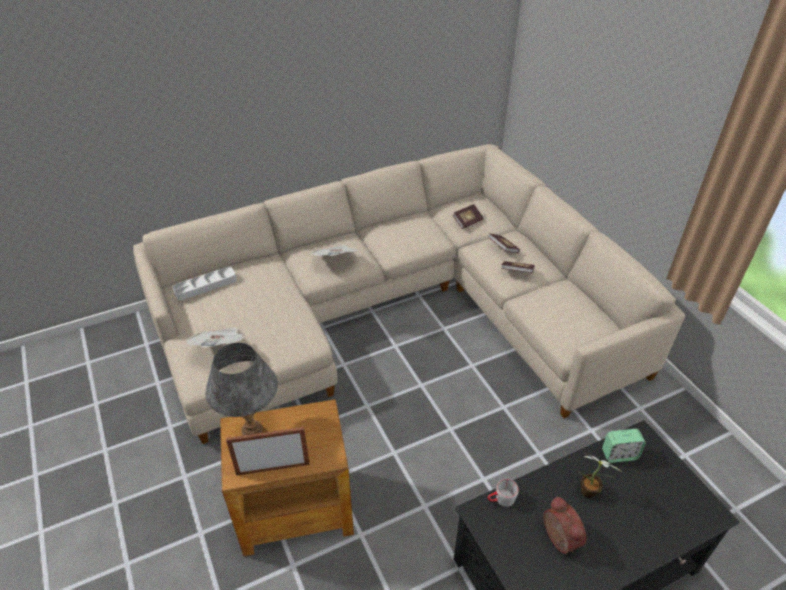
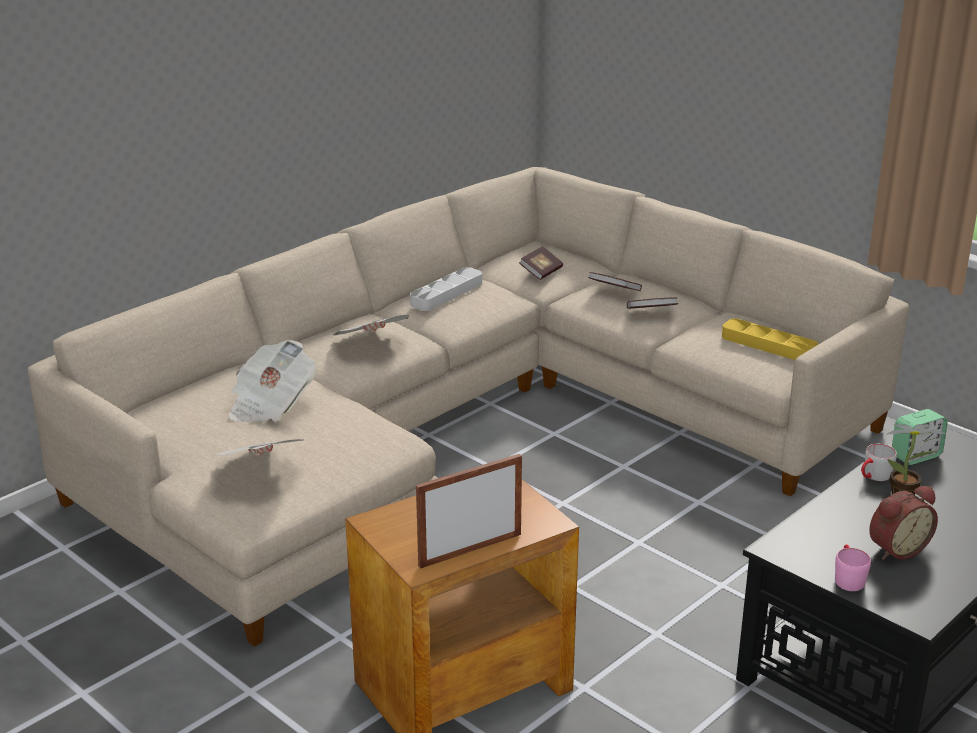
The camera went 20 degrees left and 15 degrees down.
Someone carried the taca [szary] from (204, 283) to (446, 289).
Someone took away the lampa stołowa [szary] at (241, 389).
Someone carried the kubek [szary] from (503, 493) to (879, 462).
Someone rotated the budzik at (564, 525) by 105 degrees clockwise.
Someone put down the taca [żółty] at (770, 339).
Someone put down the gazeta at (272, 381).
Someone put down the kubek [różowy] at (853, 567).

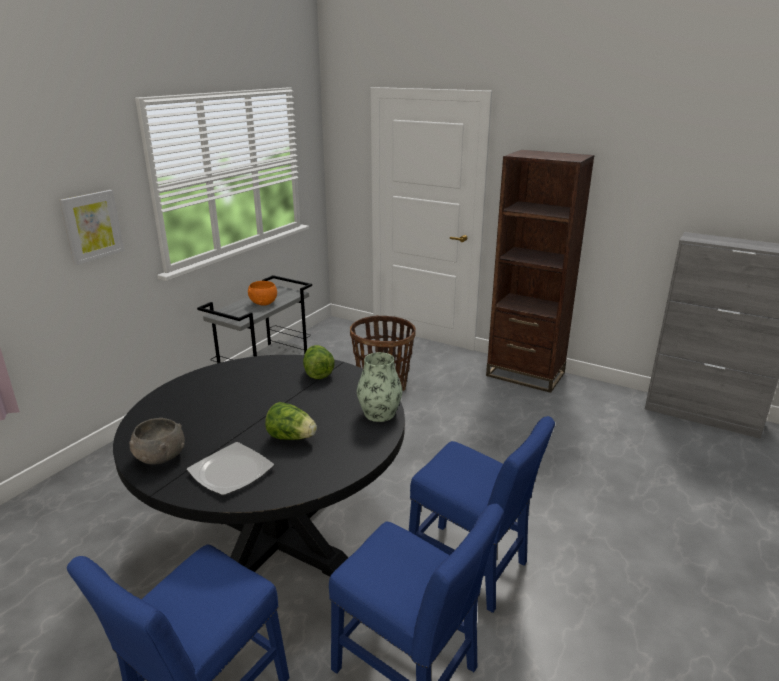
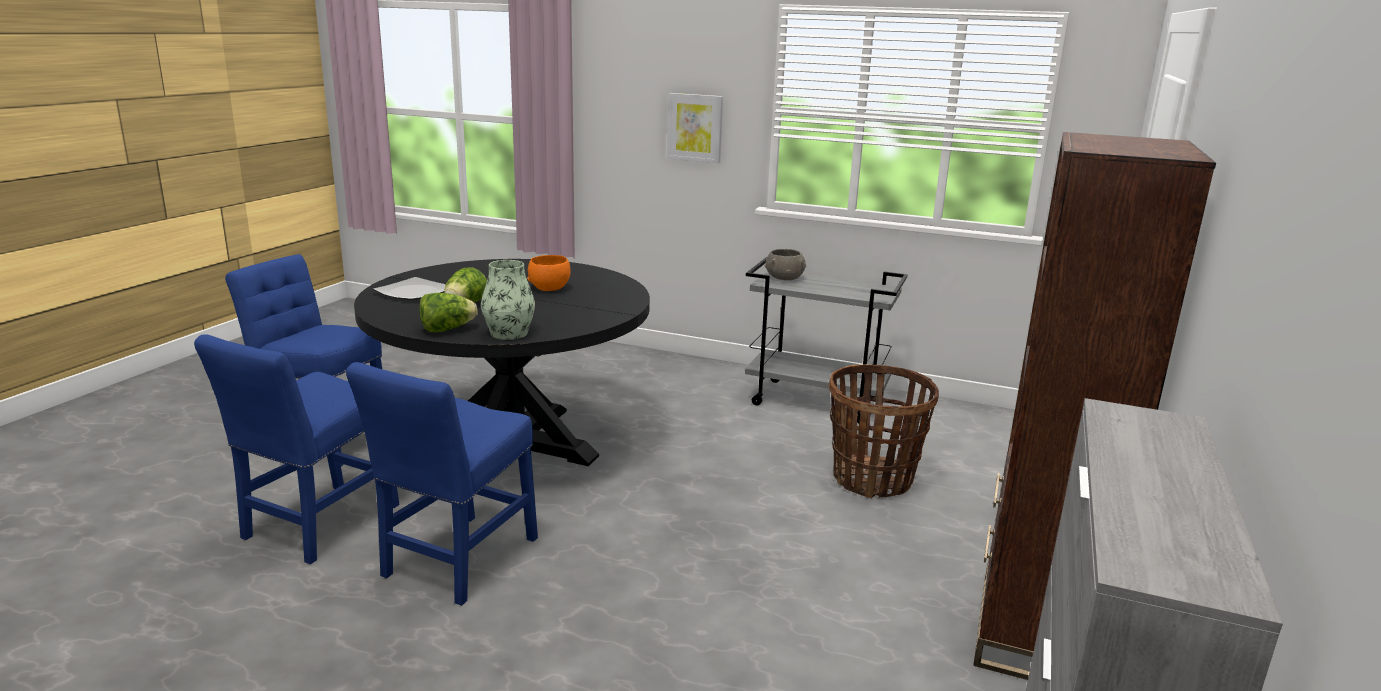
The camera went 80 degrees right and 5 degrees down.
Someone carried the miska [pomarańczowy] from (262, 293) to (549, 273).
Someone carried the sałata from (319, 362) to (448, 312).
Someone carried the miska [szary] from (157, 441) to (785, 264).

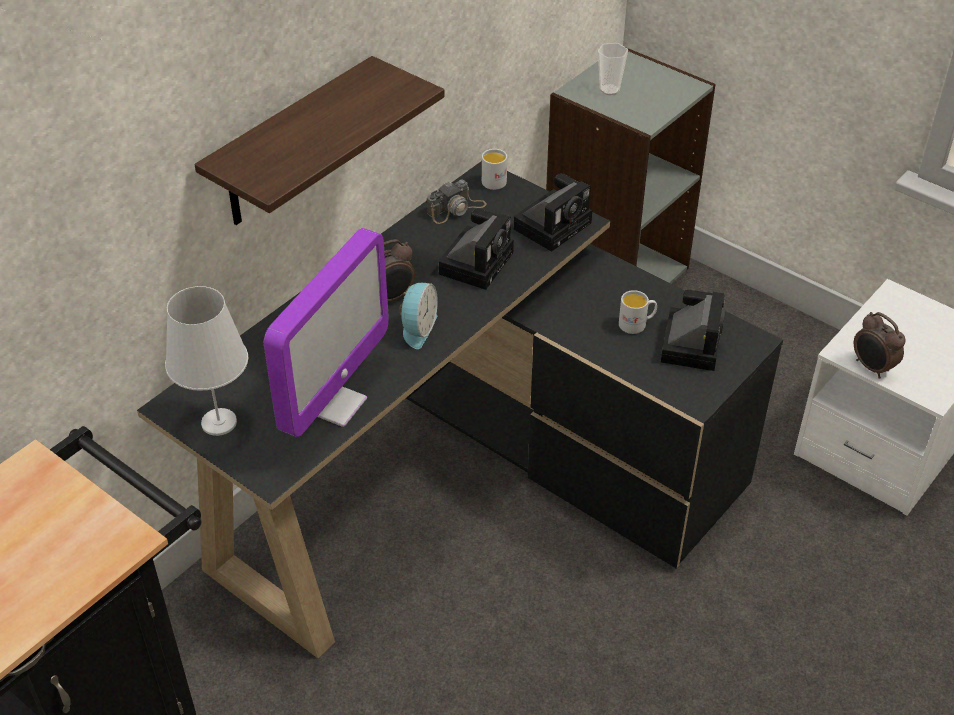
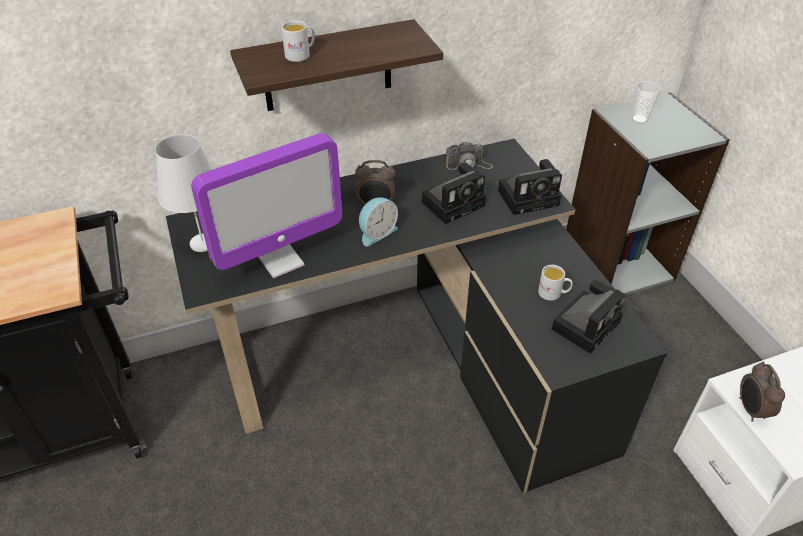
The camera went 30 degrees right and 0 degrees up.
Someone carried the kubek [biały] from (494, 169) to (298, 41).

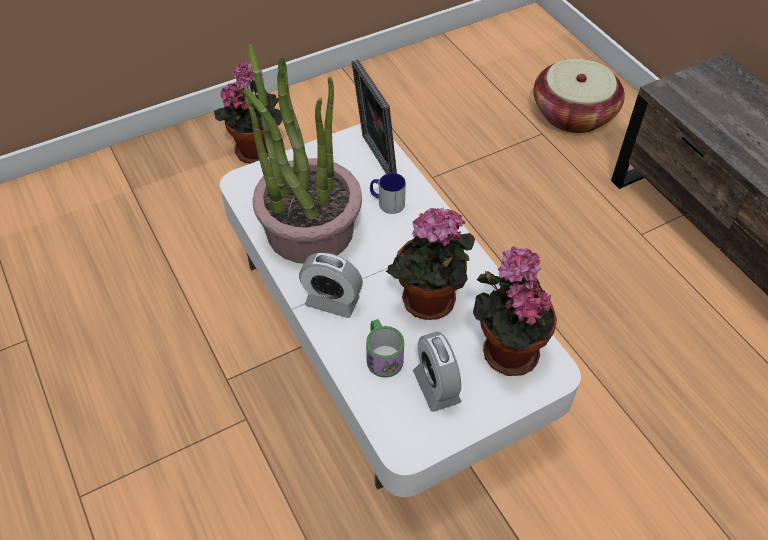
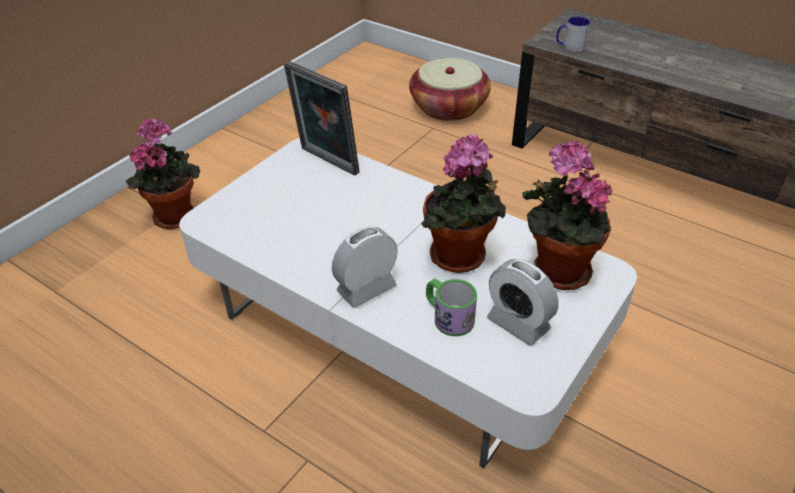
The camera went 25 degrees left and 10 degrees down.
Someone took away the roślina doniczkowa at (302, 153).
Someone carried the kubek from (388, 193) to (573, 34).
Someone rotated the budzik at (331, 285) by 150 degrees clockwise.

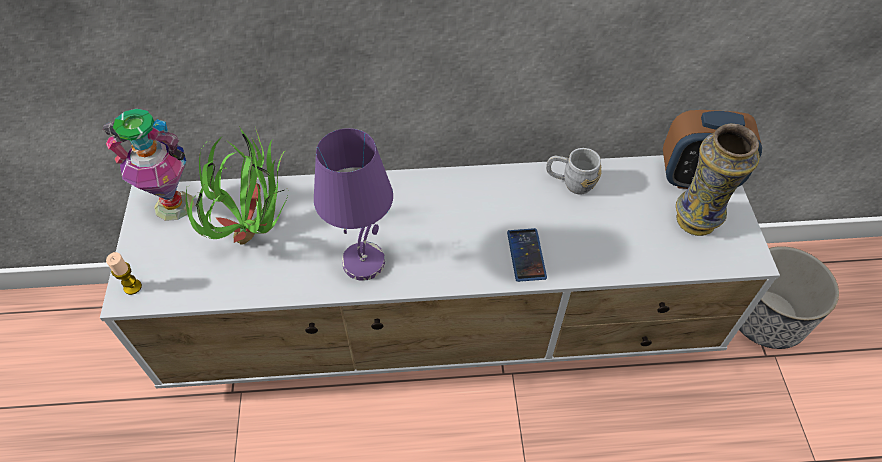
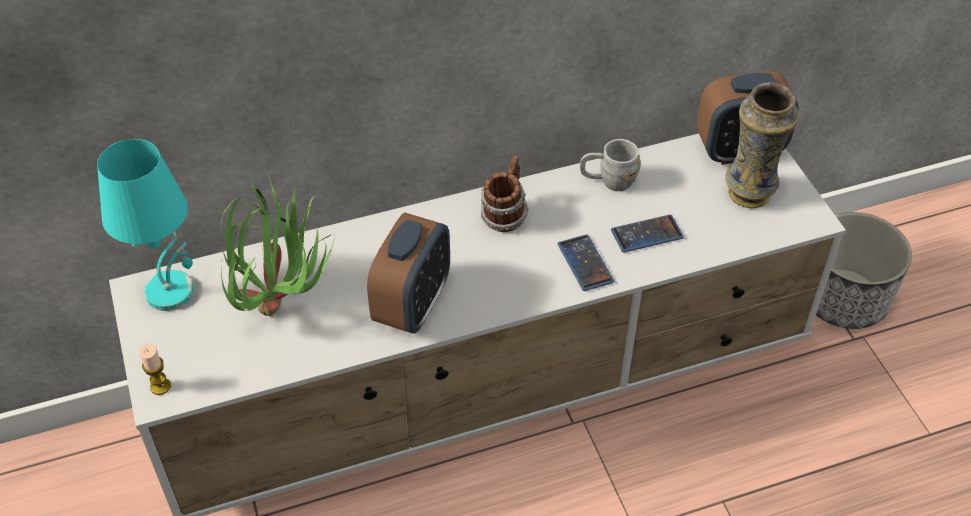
The camera went 15 degrees left and 5 degrees down.
Someone swapped the wazon at (148, 165) for the lampa stołowa [turkusowy] at (145, 225).
Someone swapped the lampa stołowa [fioletowy] at (353, 204) for the budzik at (408, 273).
Someone put down the kubek at (505, 193).
Someone put down the telefon at (647, 234).

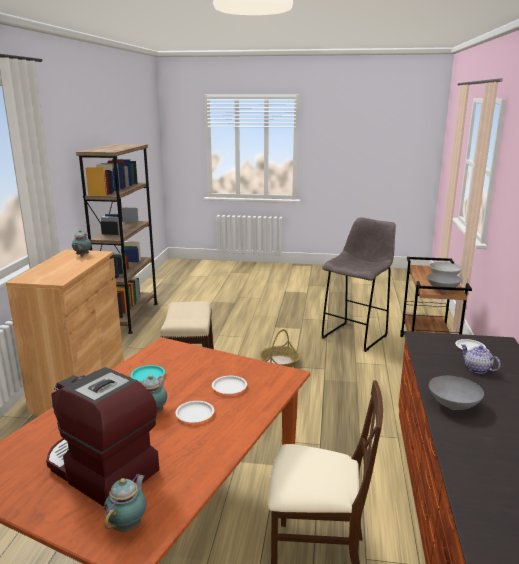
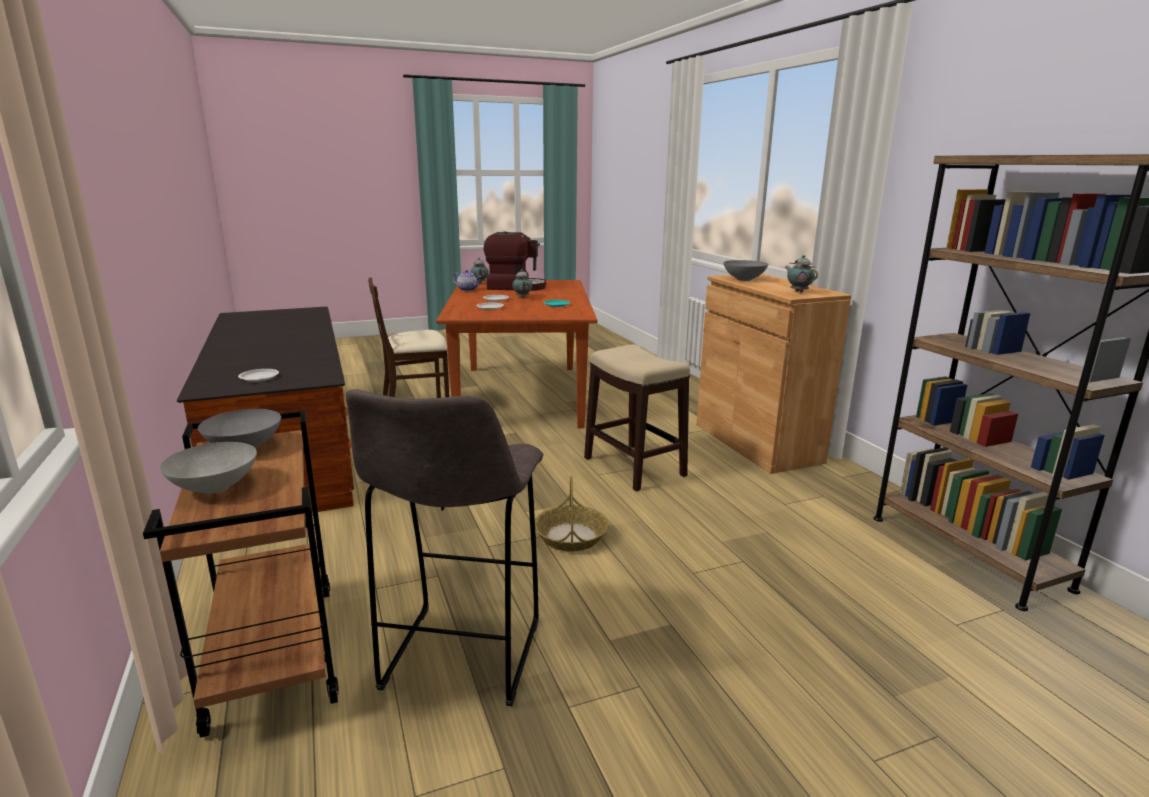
The camera went 150 degrees right and 0 degrees up.
Someone carried the imbryk from (480, 359) to (467, 280).
Someone carried the miska [szary] from (456, 393) to (746, 270).

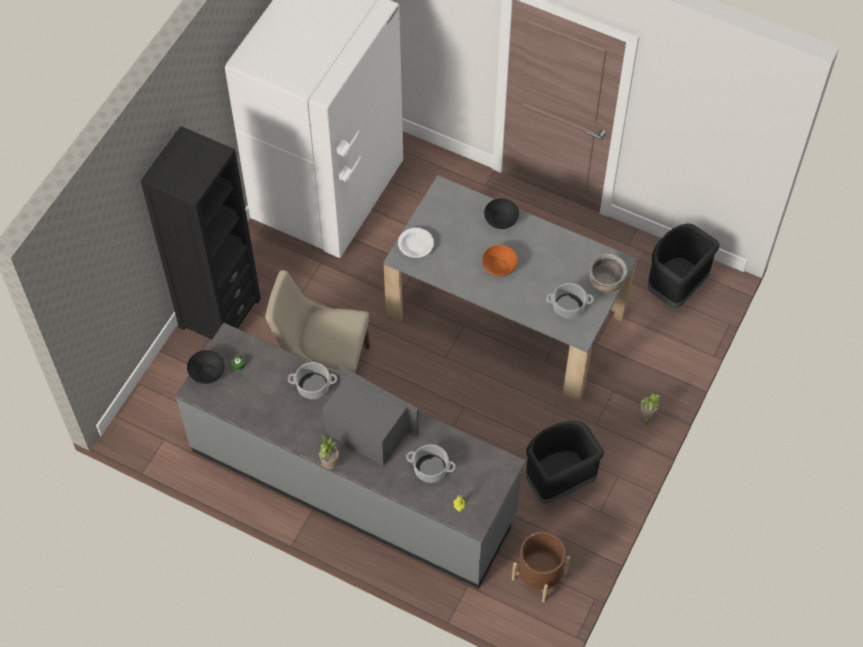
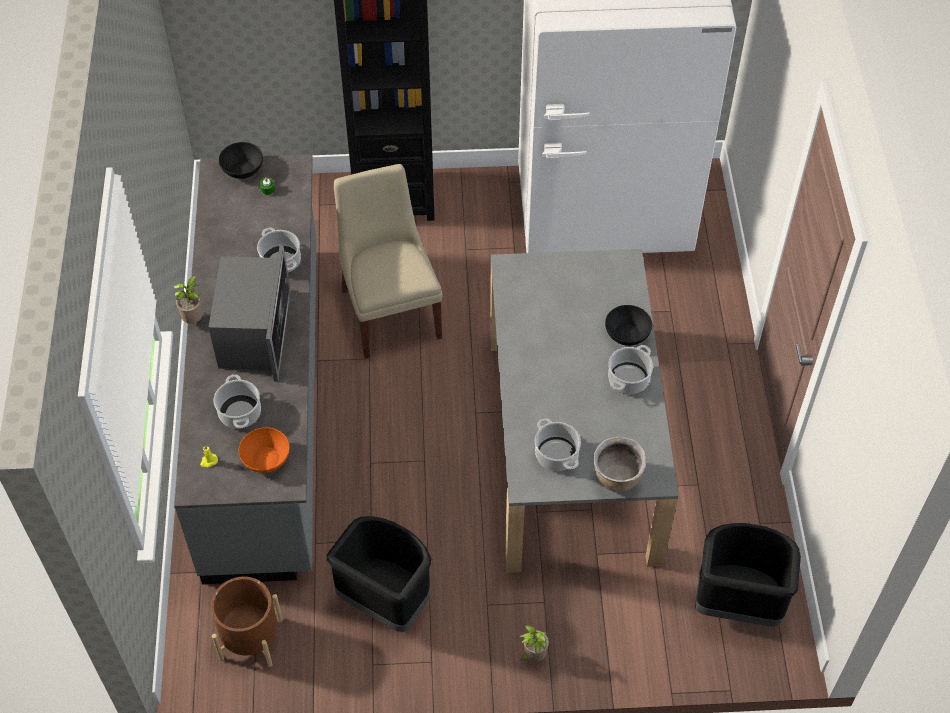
The camera went 60 degrees right and 5 degrees down.
Someone took away the miska [biały] at (416, 243).
Someone carried the miska [pomarańczowy] from (500, 260) to (264, 450).
Someone put down the garnek at (630, 369).

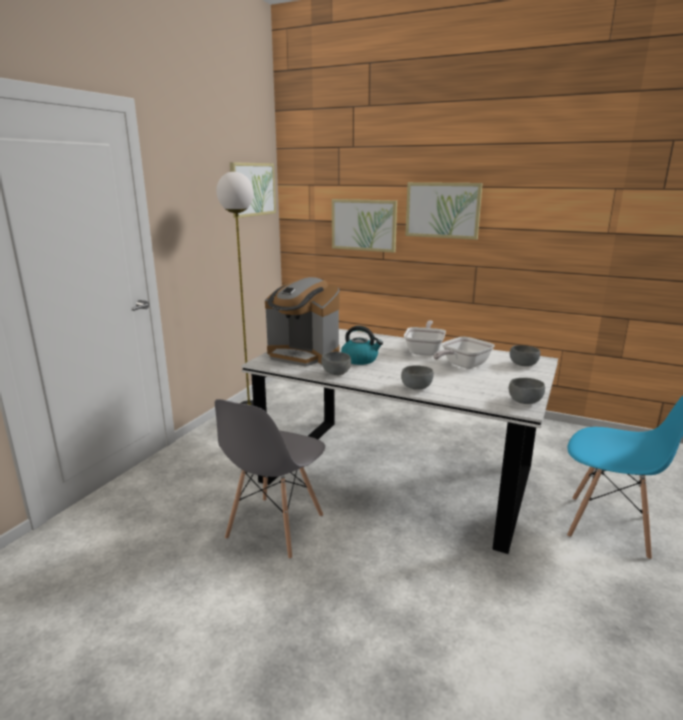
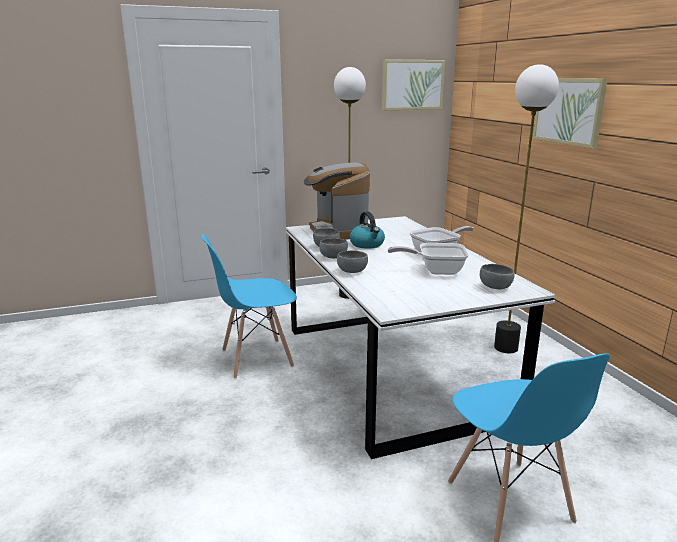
The camera went 45 degrees right and 0 degrees up.
Someone took away the obraz at (364, 226).
Someone carried the miska [szary] from (527, 391) to (333, 248).
Someone repainted the krzesło [szary] at (270, 479), which became the krzesło [niebieski] at (249, 306).
Someone put down the lampa stojąca at (526, 208).

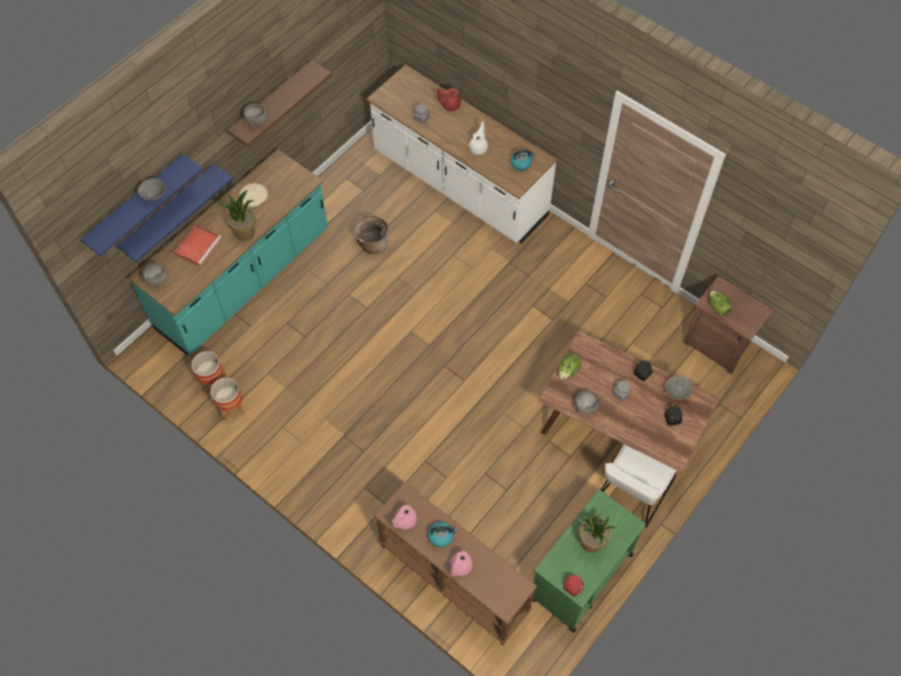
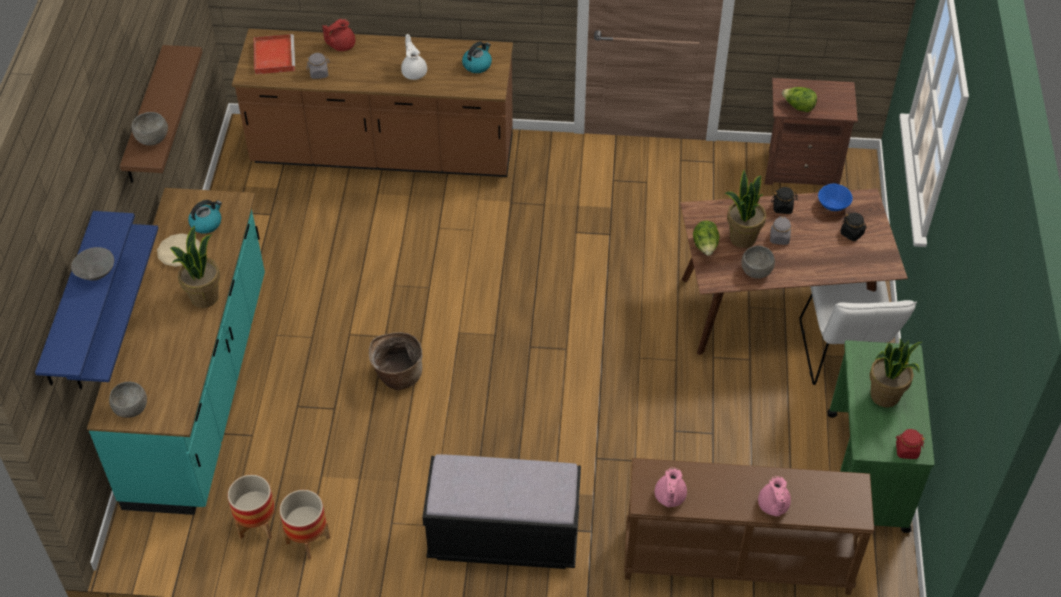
The camera went 35 degrees left and 10 degrees down.
Someone repainted the zabudowa kuchenna [biały] at (461, 154), which became the zabudowa kuchenna [brązowy] at (372, 103).
Someone carried the koszyk from (371, 234) to (395, 361).
Someone carried the taca [czerwony] from (197, 245) to (274, 54).
Someone repainted the miska [szary] at (679, 388), which became the miska [niebieski] at (835, 197).
Someone carried the czajnik from (443, 534) to (205, 217).
Someone put down the roślina doniczkowa at (745, 208).
Someone put down the ławka [czarny] at (501, 511).

